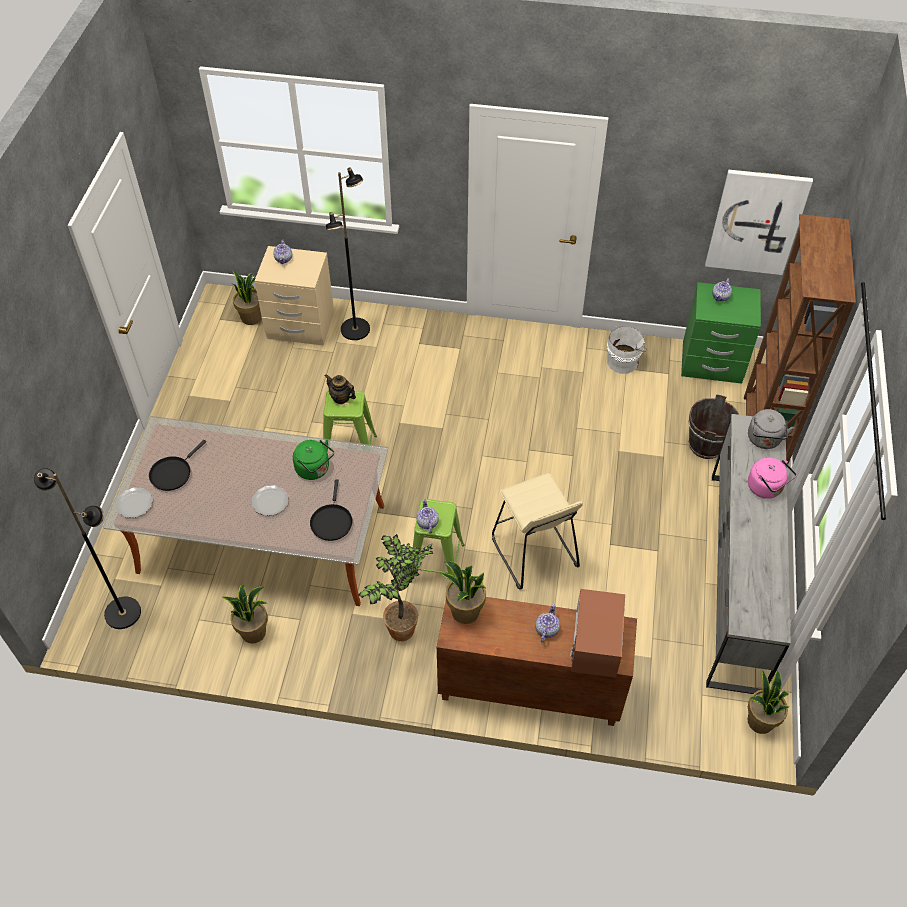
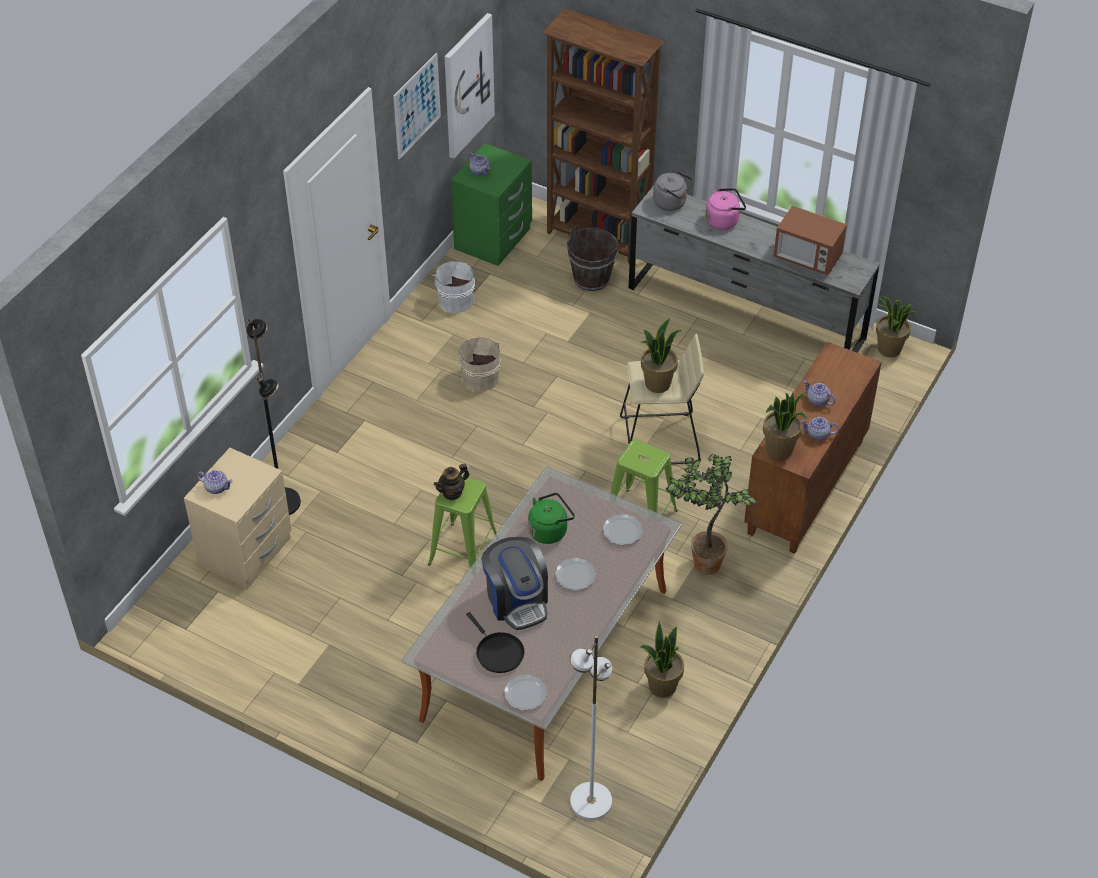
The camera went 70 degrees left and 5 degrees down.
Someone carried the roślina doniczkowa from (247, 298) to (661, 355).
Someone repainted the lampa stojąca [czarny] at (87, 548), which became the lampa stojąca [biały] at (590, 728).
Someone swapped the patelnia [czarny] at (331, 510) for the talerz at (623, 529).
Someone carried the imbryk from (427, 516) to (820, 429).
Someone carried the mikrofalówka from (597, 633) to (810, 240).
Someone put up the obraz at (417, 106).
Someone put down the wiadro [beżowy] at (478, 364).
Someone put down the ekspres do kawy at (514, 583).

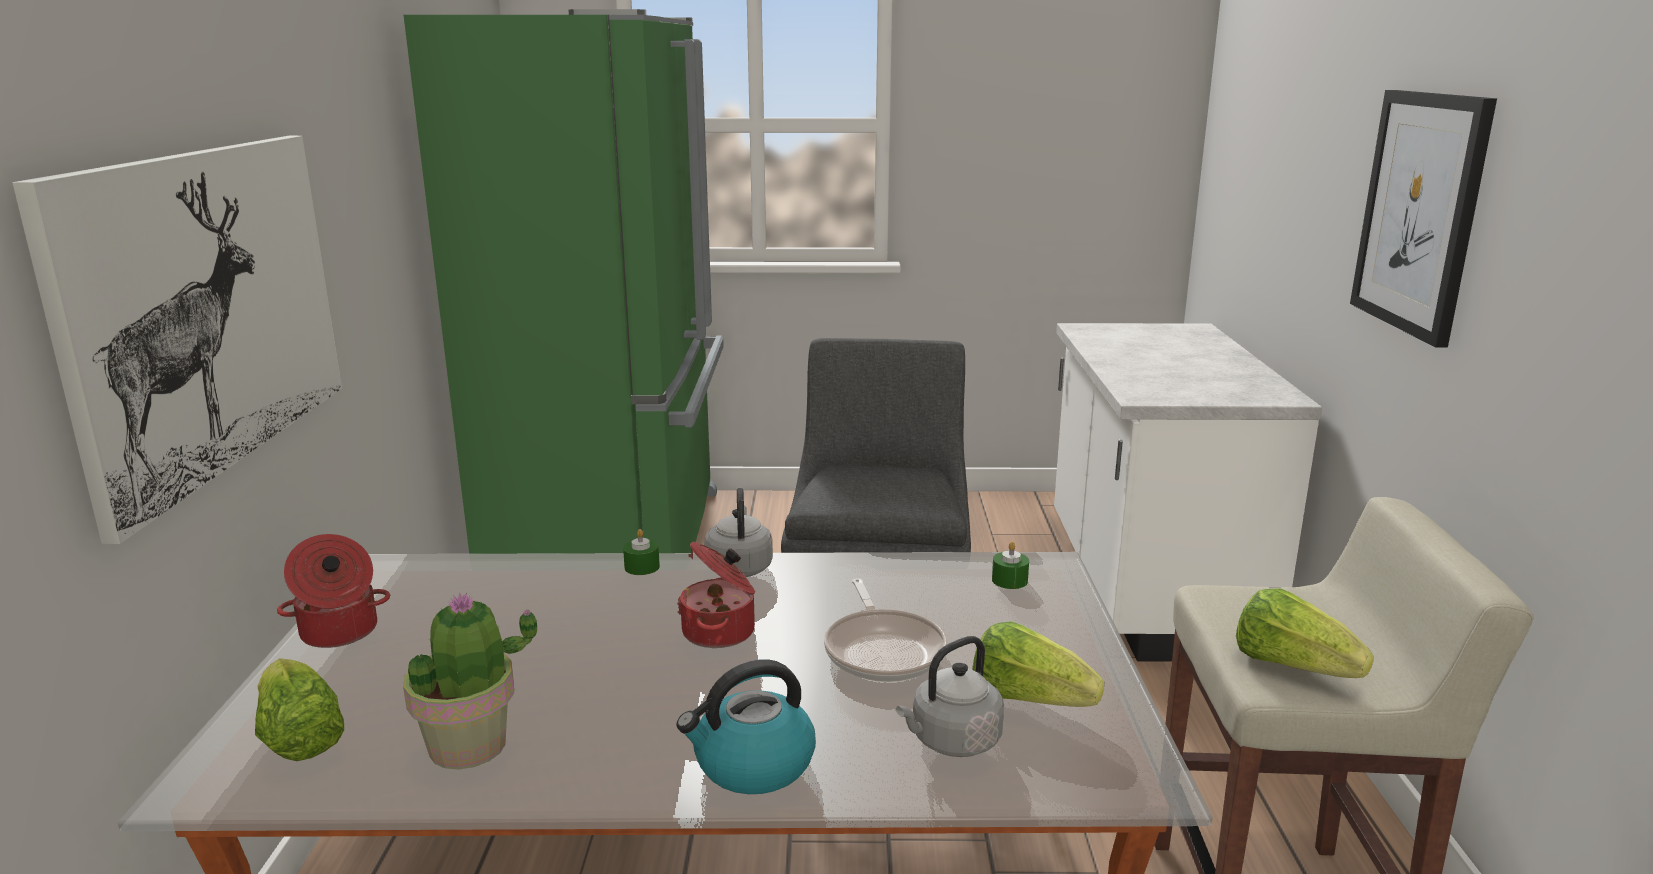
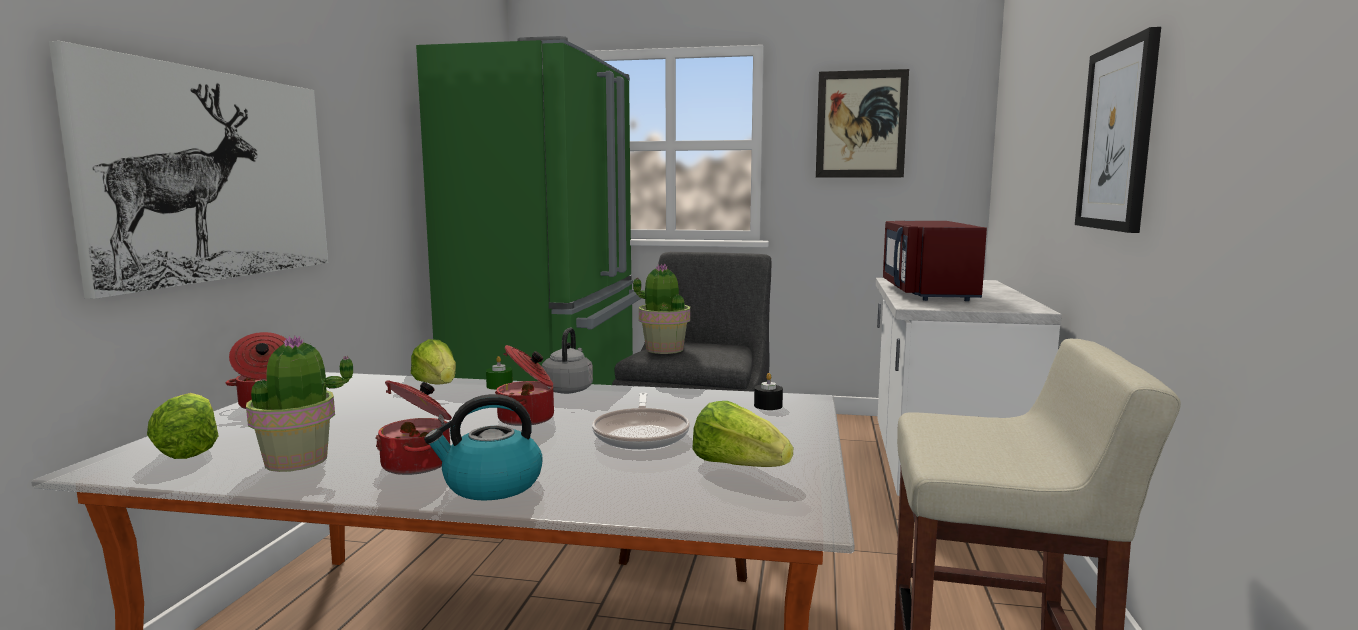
The camera went 10 degrees right and 10 degrees down.
Someone repainted the świeca [zielony] at (1010, 565), which became the świeca [czarny] at (768, 391).
Someone carried the sałata from (1305, 633) to (433, 362).
Someone took away the czajnik [szary] at (950, 696).
Someone put up the obraz at (862, 123).
Someone put down the mikrofalówka [czerwony] at (935, 261).
Someone put down the roślina doniczkowa at (661, 309).
Someone put down the garnek at (413, 427).

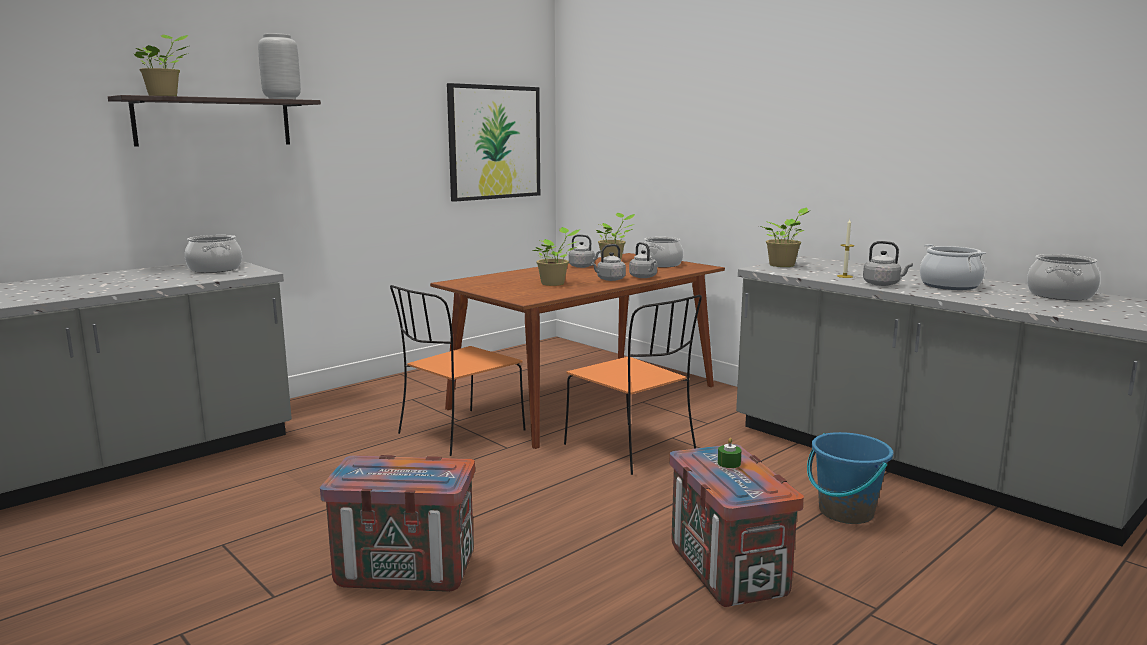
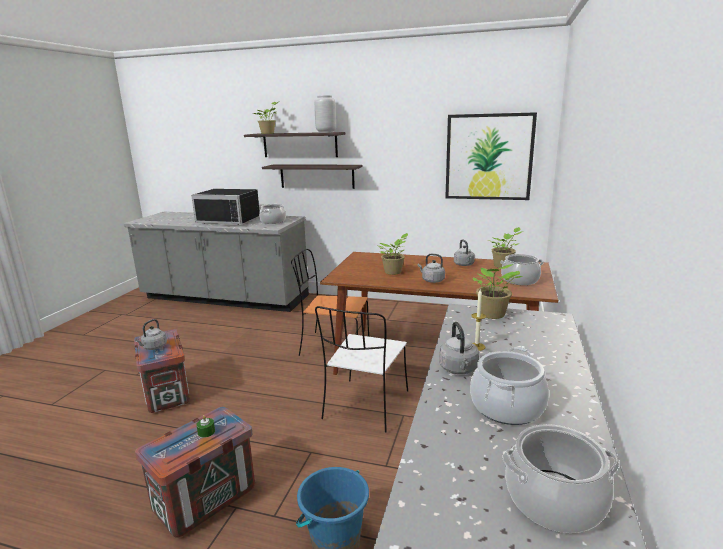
The camera went 60 degrees right and 5 degrees up.
Someone carried the czajnik [szary] from (643, 260) to (151, 334).
Someone repainted the krzesło [pomarańczowy] at (633, 385), which became the krzesło [biały] at (361, 369).
Someone put up the półka at (312, 176).
Someone put down the mikrofalówka [czarny] at (225, 207).

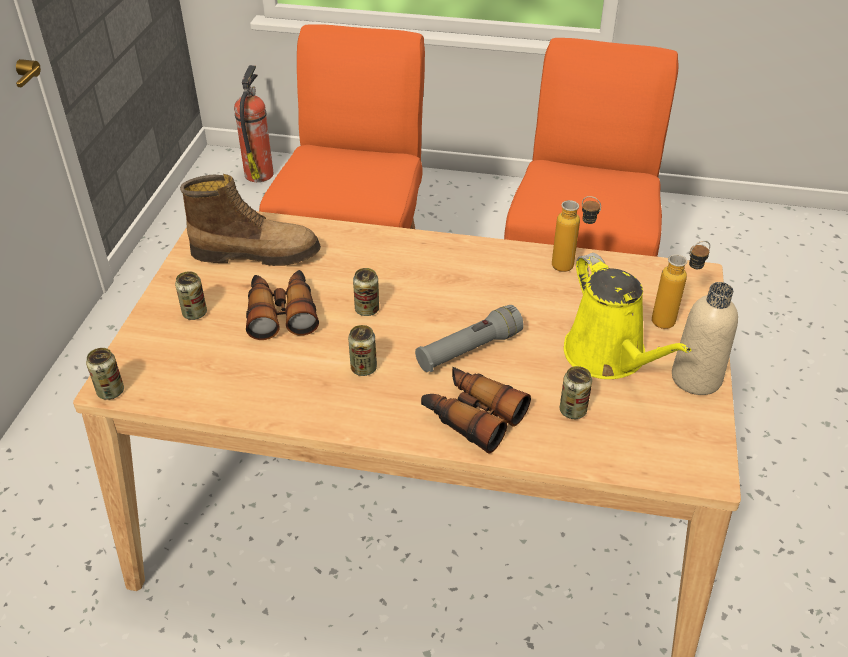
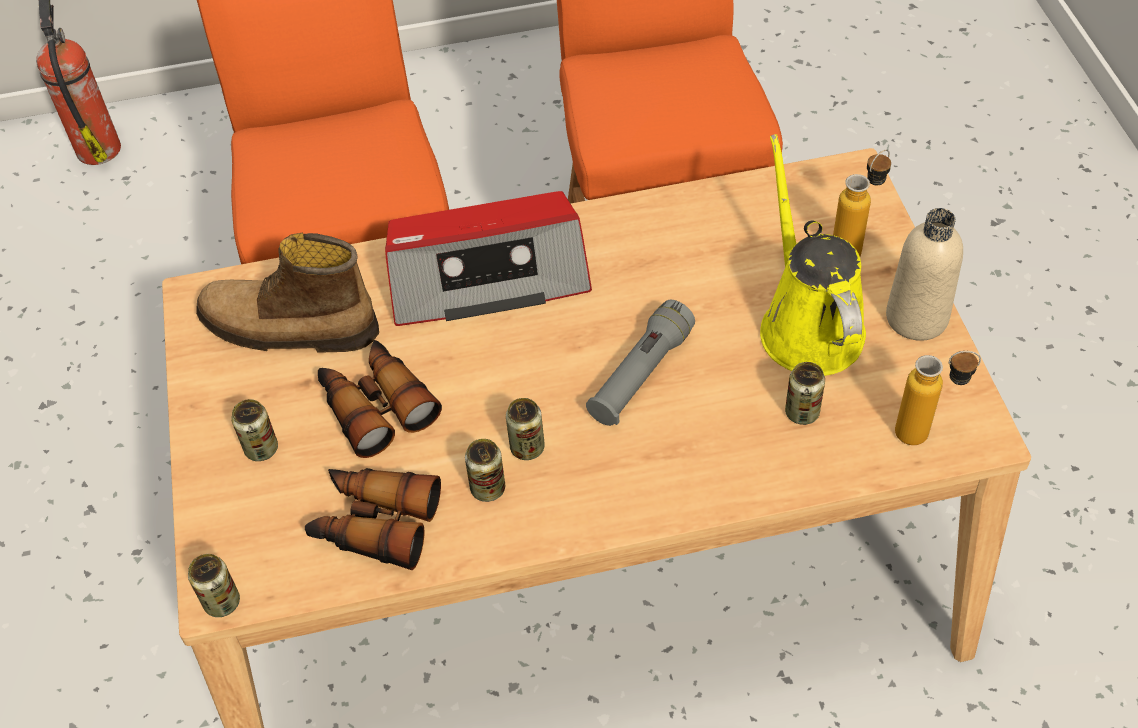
The camera went 20 degrees left and 10 degrees up.
Someone rotated the but z cholewką at (250, 220) by 150 degrees counterclockwise.
Someone carried the butelka from (576, 234) to (938, 398).
Someone rotated the konewka [żółty] at (628, 316) by 150 degrees counterclockwise.
Someone carried the puszka from (366, 292) to (485, 470).
Someone carried the lornetka from (476, 410) to (373, 519).
Someone put down the radio at (488, 258).

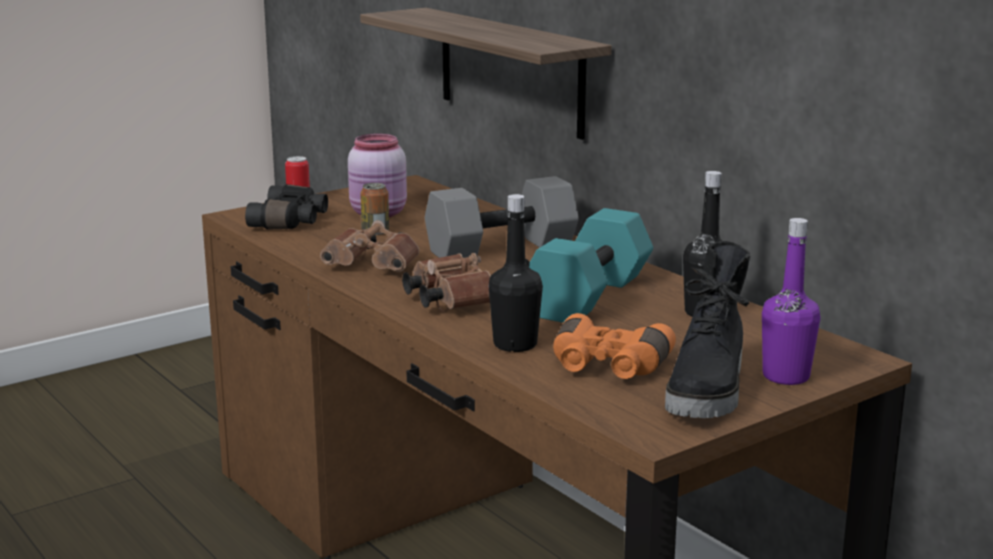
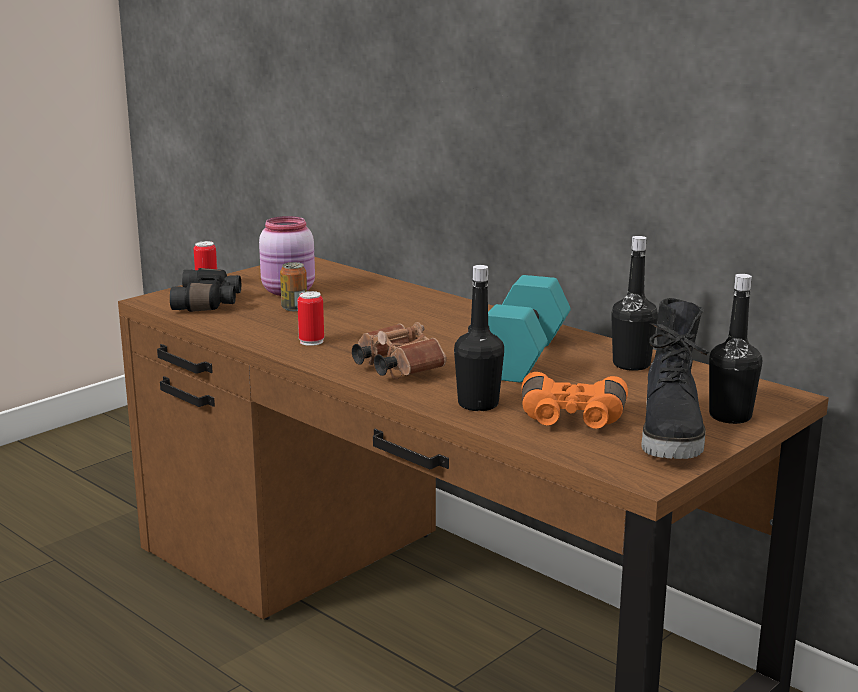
The camera went 10 degrees left and 0 degrees up.
Someone took away the półka at (486, 74).
Someone took away the hantel [szary] at (502, 217).
Someone repainted the butelka [fioletowy] at (791, 301), which became the butelka [czarny] at (735, 349).
Someone swapped the lornetka [brązowy] at (369, 246) for the puszka at (310, 318).

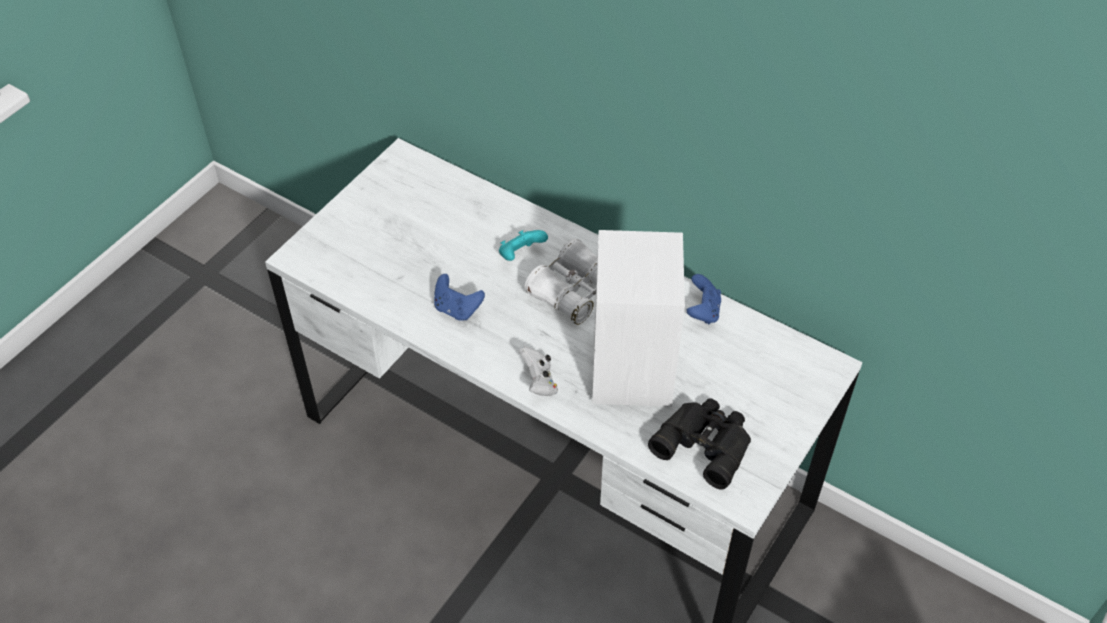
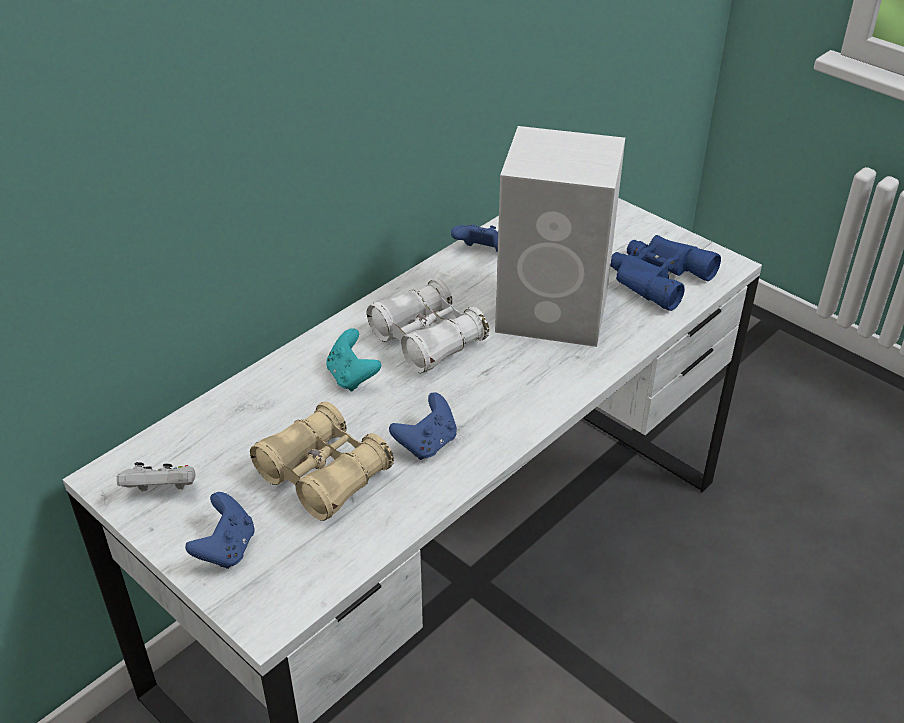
The camera went 80 degrees left and 10 degrees down.
Someone carried the pad do gier [biały] from (538, 371) to (156, 476).
Someone repainted the lornetka [czarny] at (699, 444), which became the lornetka [niebieski] at (666, 273).
Someone put down the lornetka [beżowy] at (322, 461).
Someone put down the pad do gier [niebieski] at (220, 530).

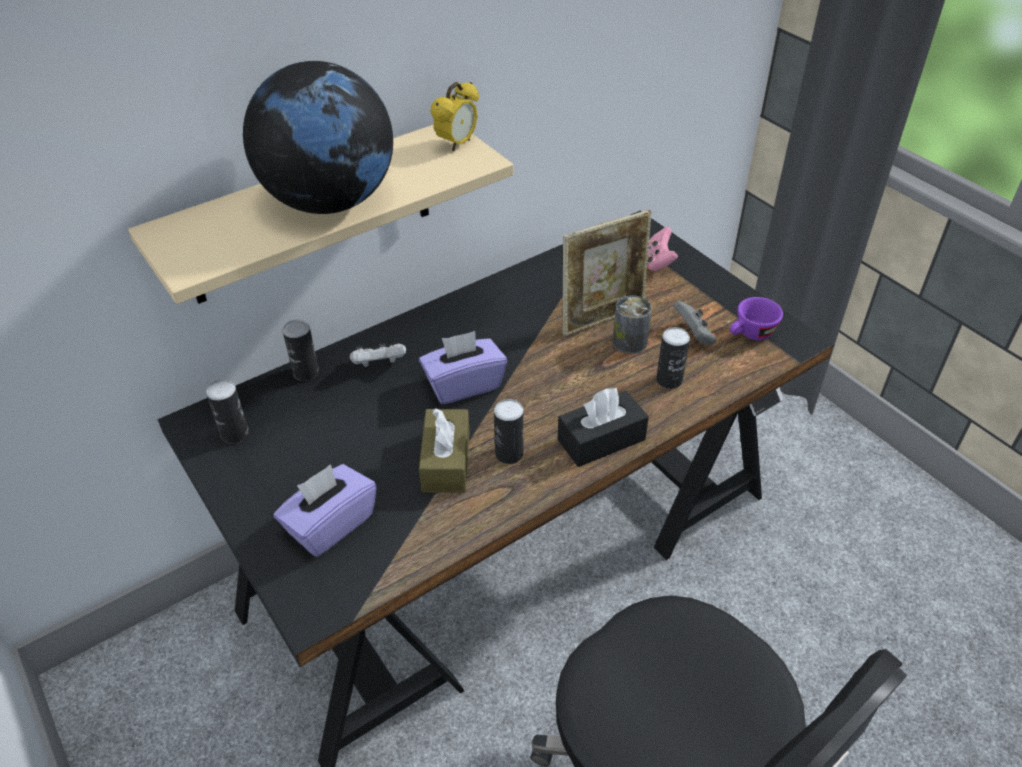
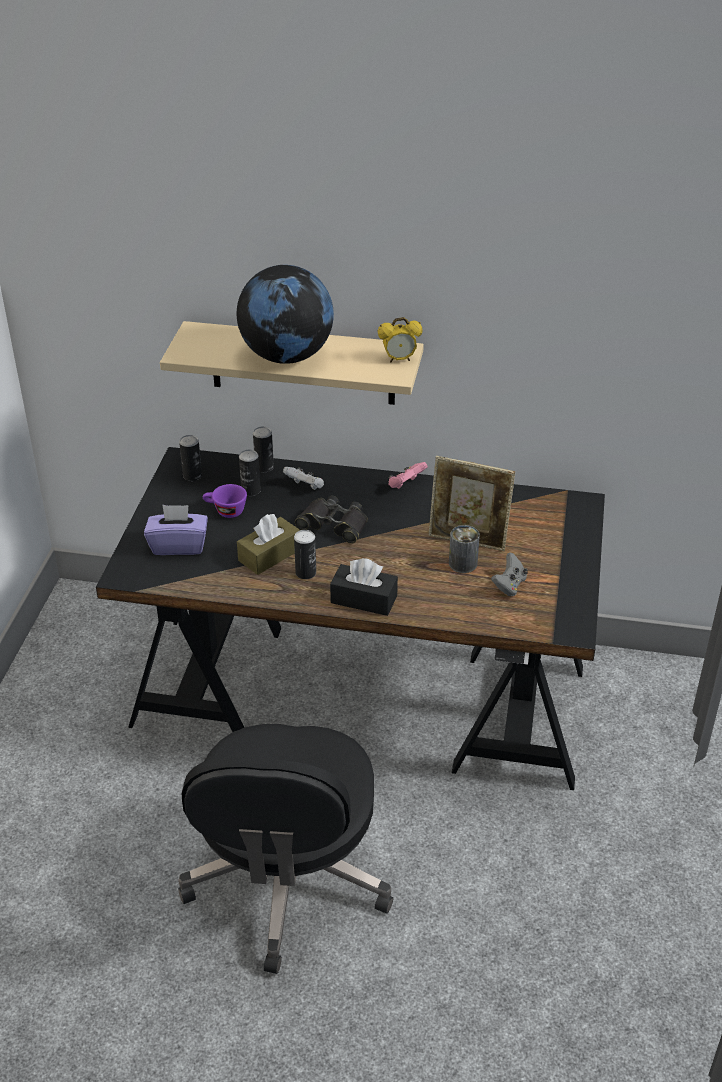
The camera went 45 degrees right and 5 degrees down.
Someone carried the pad do gier [różowy] from (663, 249) to (408, 475).
Someone carried the filiżanka [fioletowy] from (756, 318) to (225, 501).
Someone carried the puszka from (673, 358) to (250, 473).
Someone swapped the pudełko chusteczek [fioletowy] at (463, 367) for the lornetka [czarny] at (331, 520).

